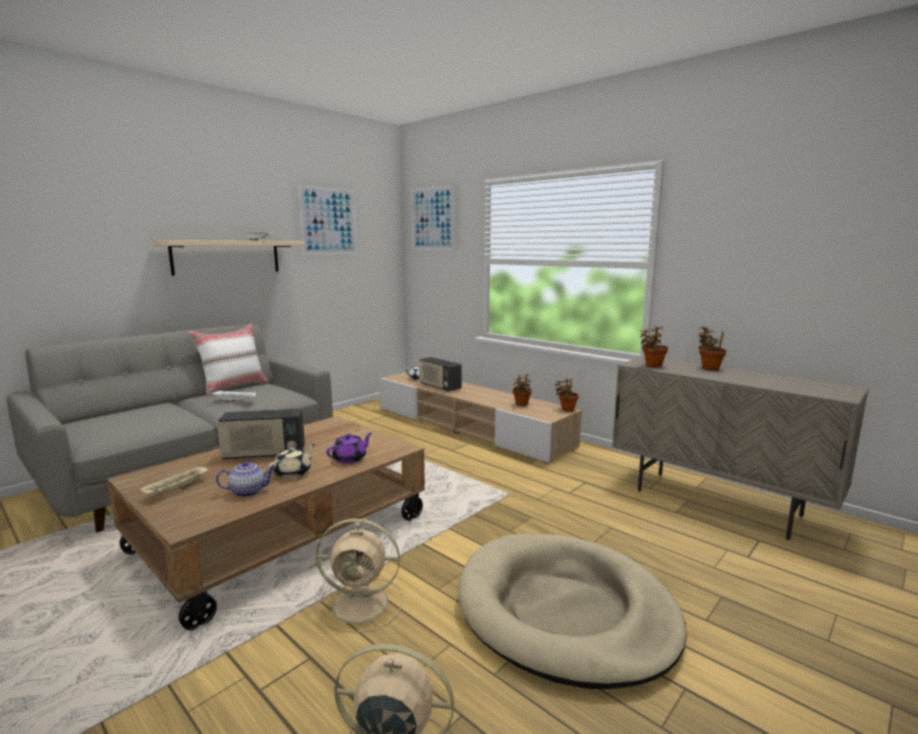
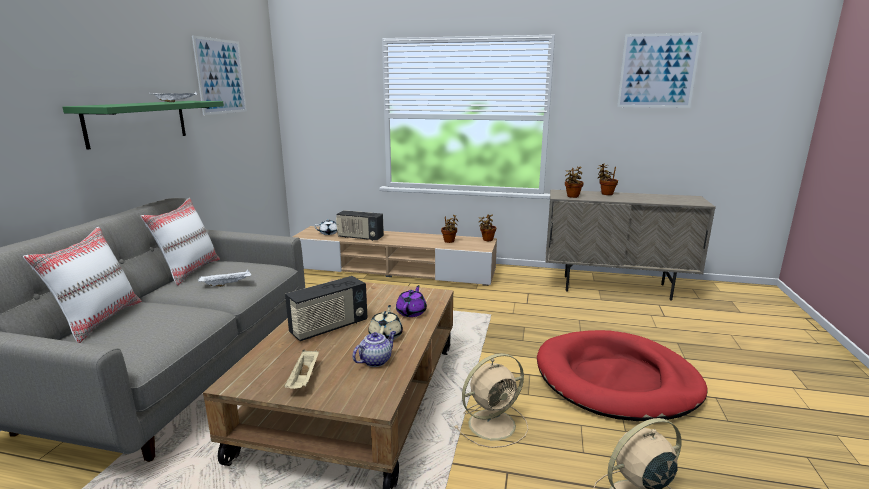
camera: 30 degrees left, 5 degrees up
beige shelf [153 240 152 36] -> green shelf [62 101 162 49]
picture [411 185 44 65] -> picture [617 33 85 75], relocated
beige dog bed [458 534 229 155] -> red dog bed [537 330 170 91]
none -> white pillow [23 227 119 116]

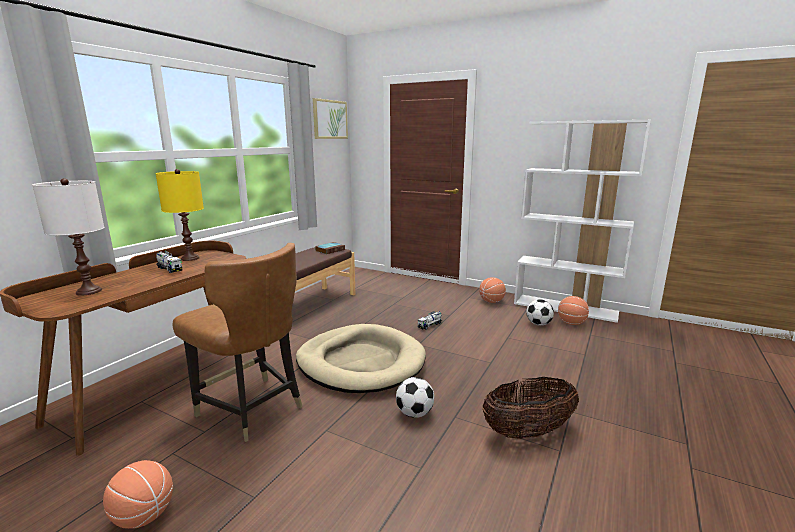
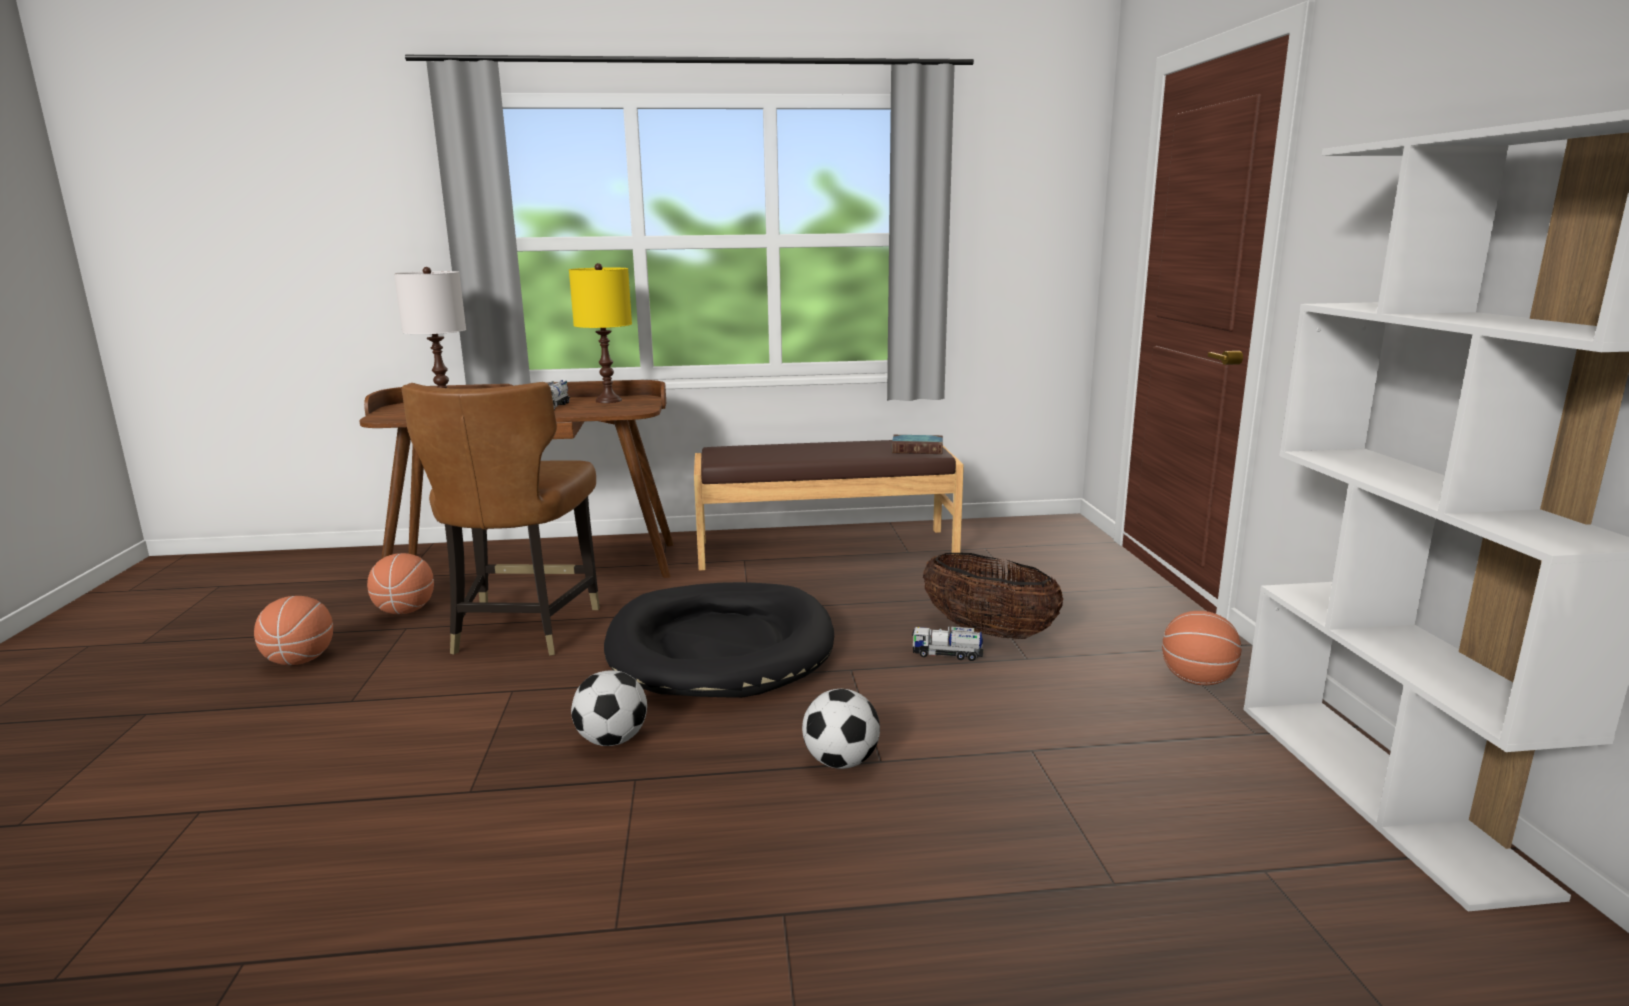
camera: 55 degrees right, 0 degrees up
beige dog bed [296 324 130 69] -> black dog bed [604 582 230 116]
picture [313 98 35 41] -> none
basket [482 377 97 62] -> basket [923 553 141 86], relocated
football [526 299 28 27] -> football [802 689 78 80], relocated
basketball [558 296 31 29] -> basketball [367 553 67 61], relocated

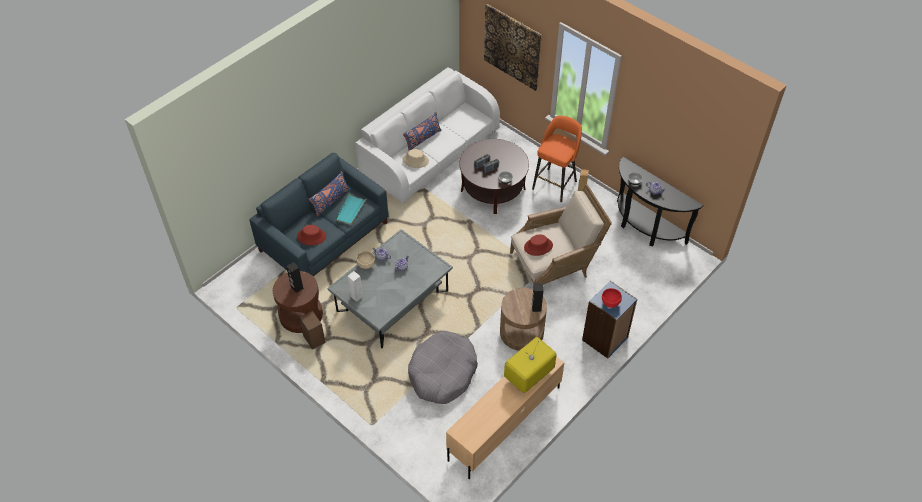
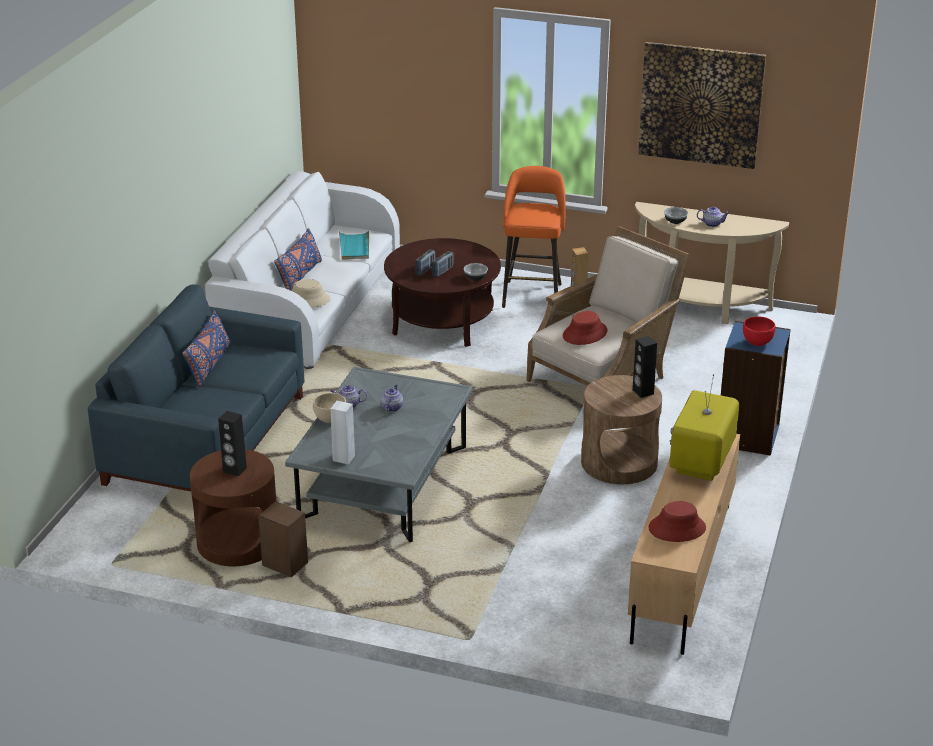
camera: 25 degrees left, 20 degrees down
red hat [297 225 29 20] -> red hat [648 501 58 41], relocated
turquoise tray [335 194 31 31] -> turquoise tray [339 231 30 29], relocated
grey dog bed [408 331 70 73] -> none
picture [484 4 58 87] -> picture [638 42 128 127], relocated
black console table [617 157 86 90] -> beige console table [635 202 154 122]

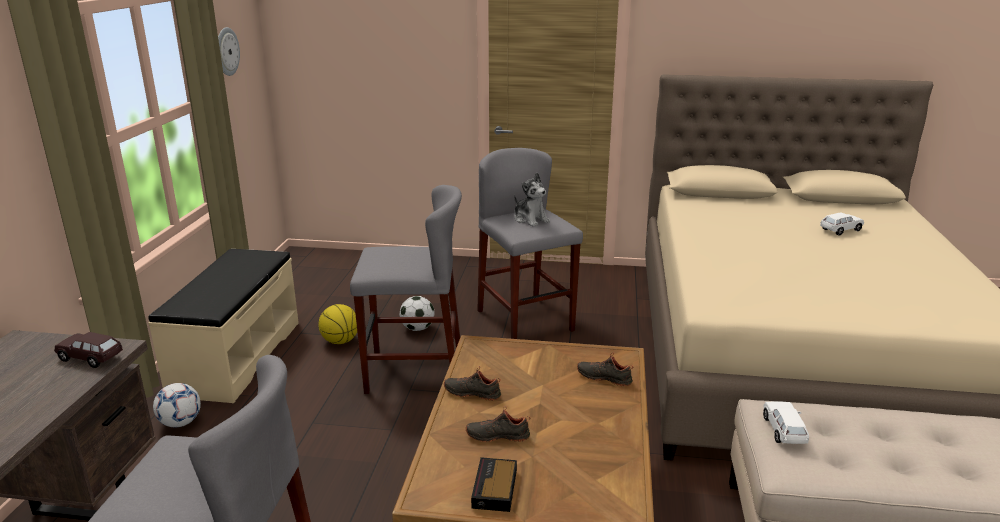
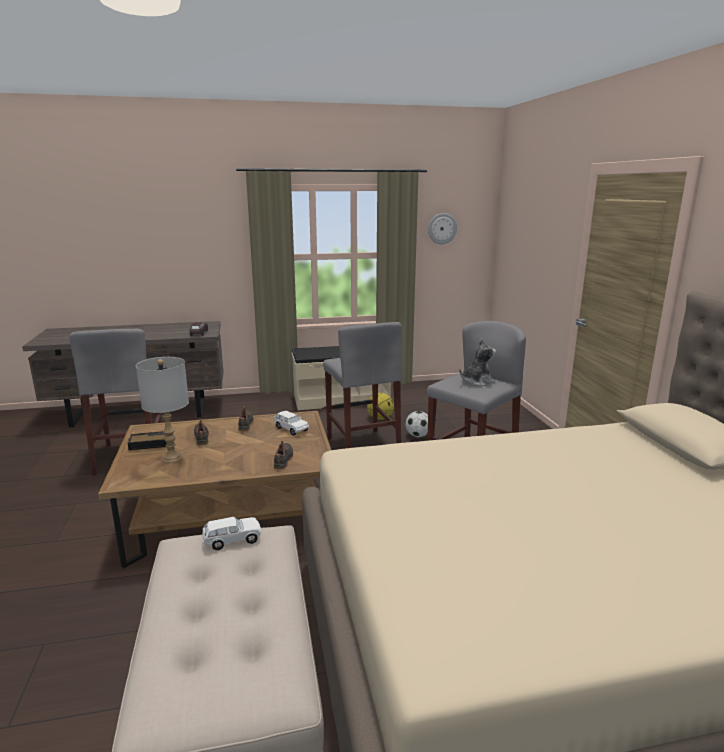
camera: 70 degrees right, 5 degrees down
football [153 383 48 44] -> none
plush toy [514 173 36 54] -> plush toy [459 339 37 47], 150 degrees counterclockwise
white toy car [820 212 44 24] -> white toy car [274 411 35 25], relocated
none -> grey table lamp [136 357 53 106]

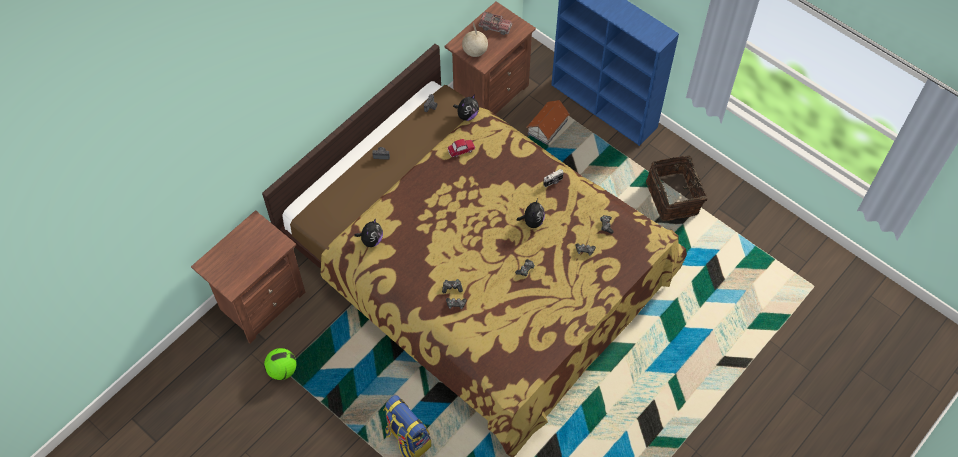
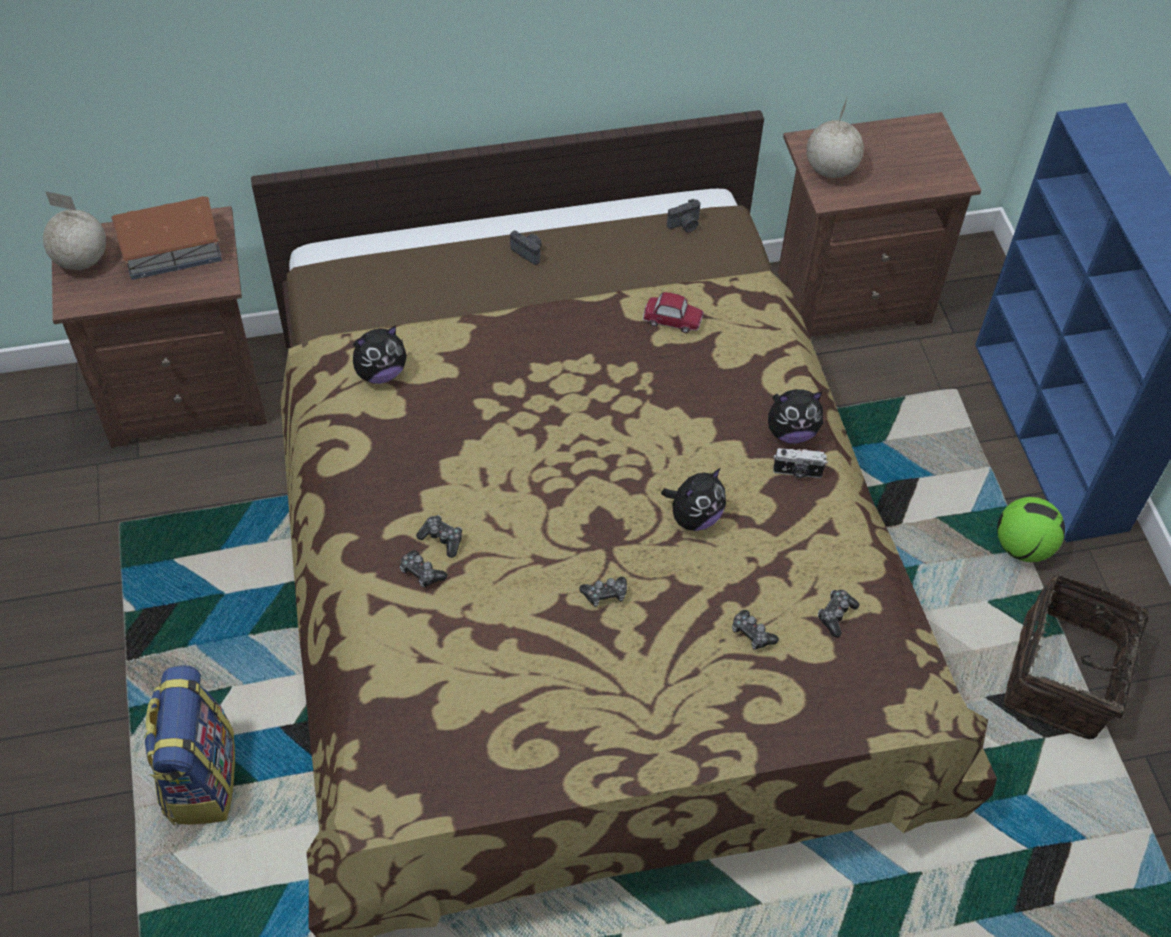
camera: 35 degrees right, 5 degrees down
football [264 348 33 32] -> football [997 497 68 65], relocated
plush toy [453 95 26 26] -> plush toy [768 389 56 55], relocated
toy truck [478 12 34 23] -> none
toy house [526 100 44 45] -> toy house [111 196 111 84], relocated
none -> globe [43 191 63 79]

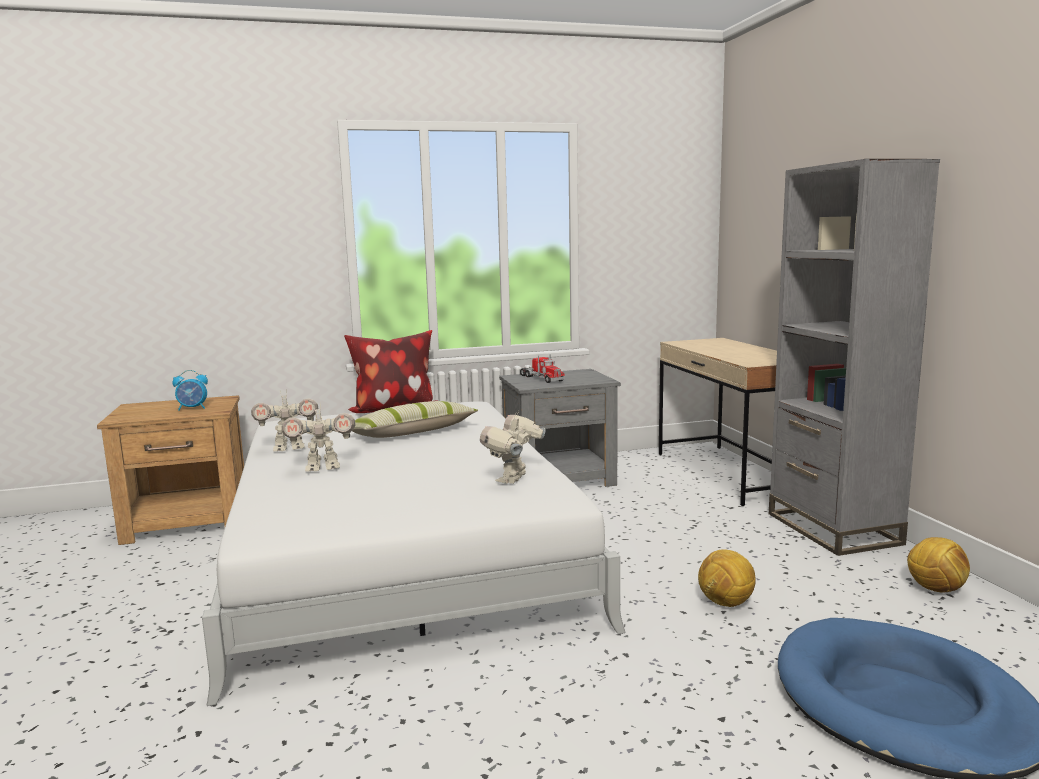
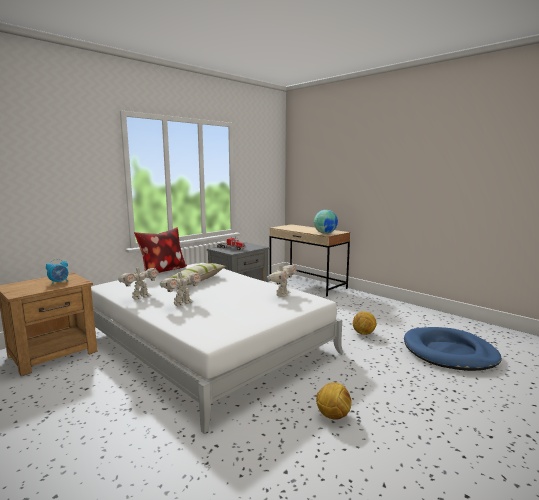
camera: 30 degrees left, 0 degrees up
toy robot [480 411 66 73] -> toy robot [266 262 30 35], 150 degrees counterclockwise
grey bookcase [769 159 171 397] -> none
football [907 537 63 55] -> football [316 382 36 38], relocated
none -> globe [314 210 24 24]

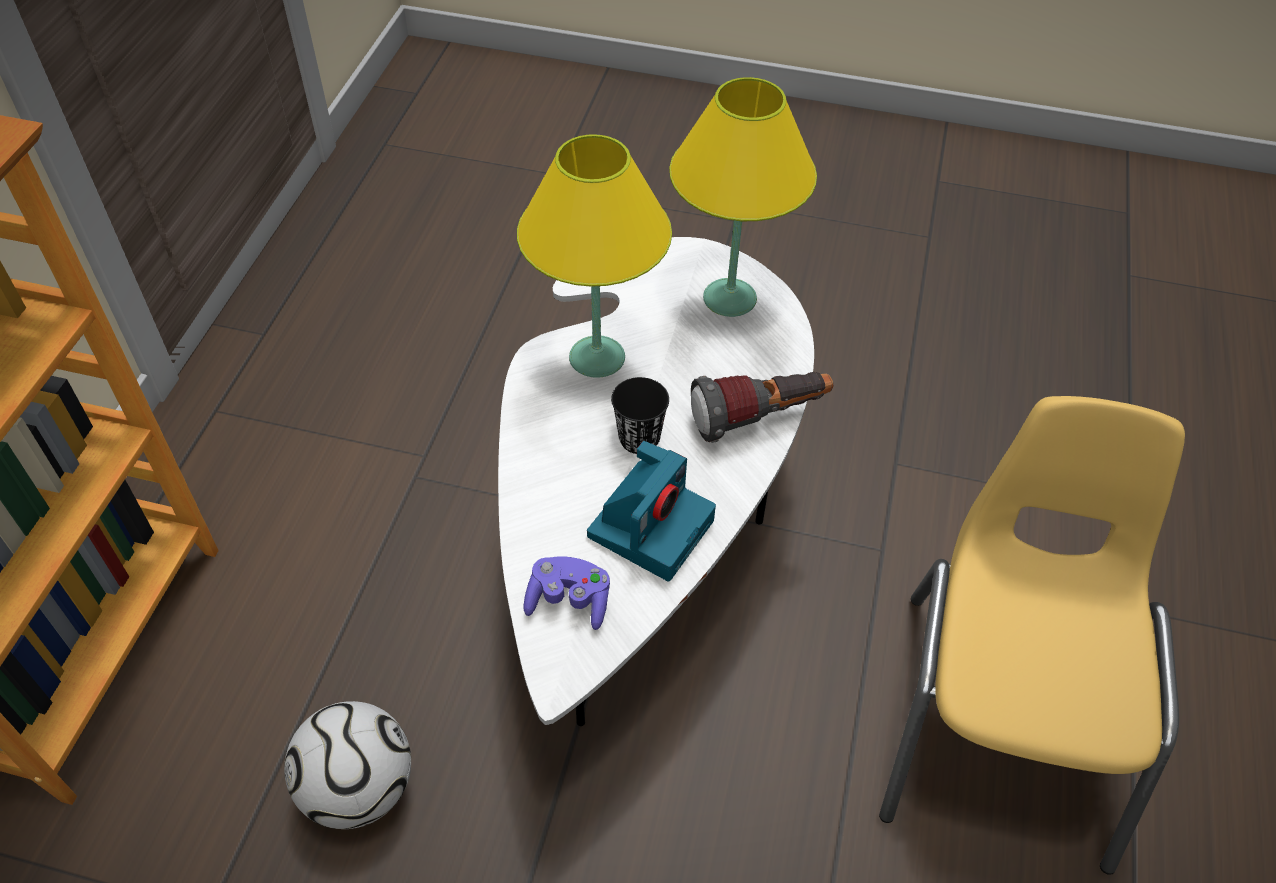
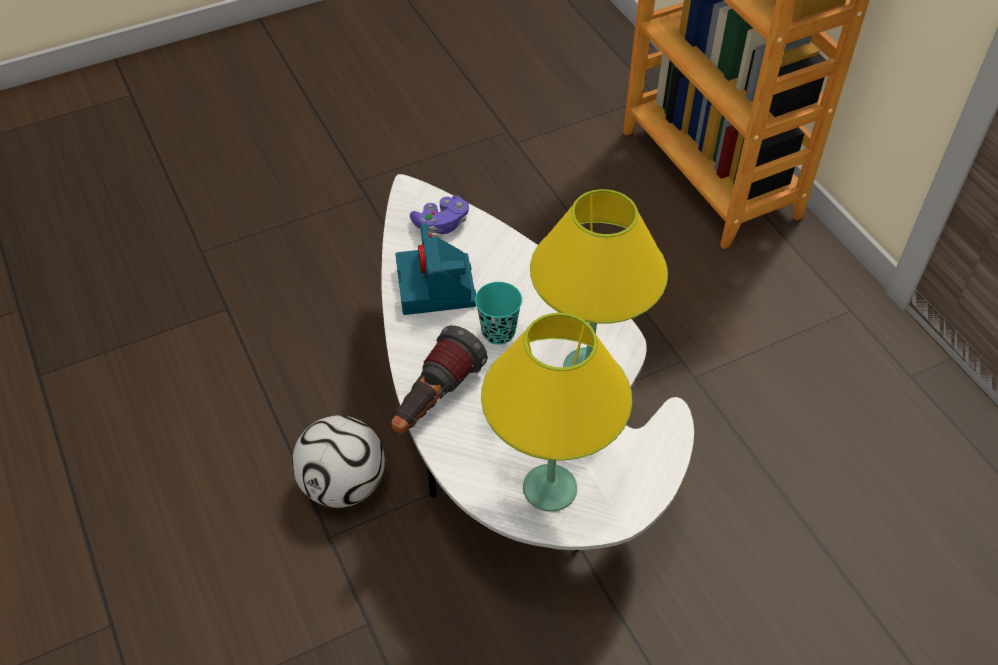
camera: 140 degrees right, 0 degrees up
football [284 701 127 128] -> football [292 415 93 93], relocated
black cup [611 377 58 77] -> turquoise cup [475 282 47 63]
yellow chair [879 396 306 479] -> none

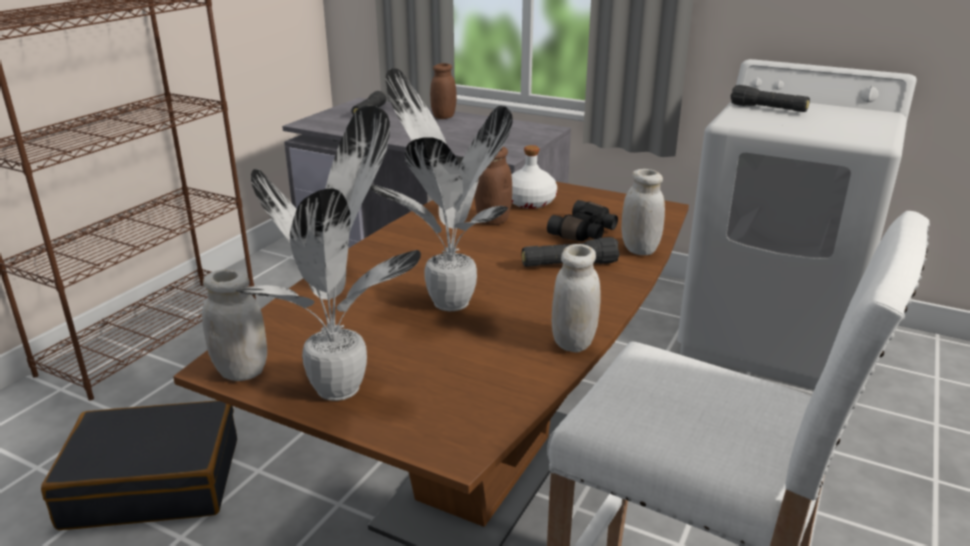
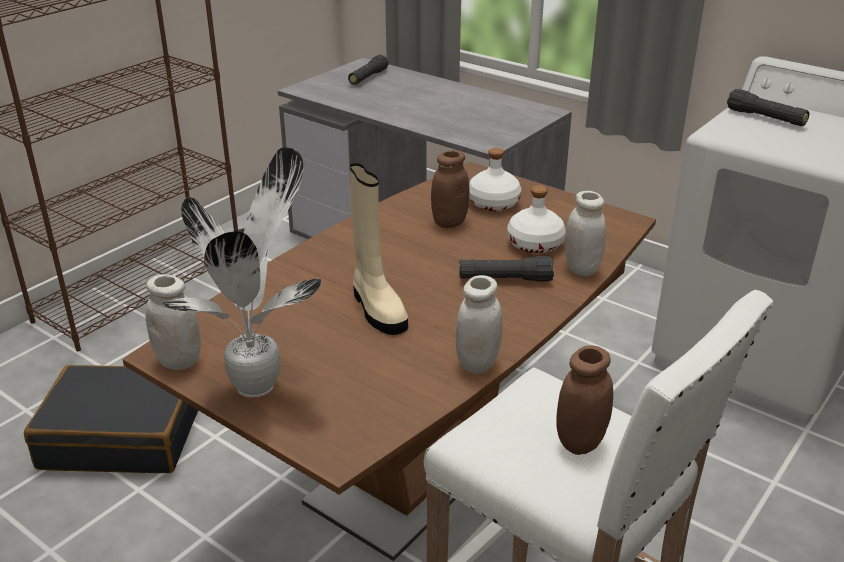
camera: 10 degrees right, 5 degrees up
potted plant [370 68 143 243] -> beige boot [350 163 58 172]
brown jar [430 63 27 56] -> brown jar [556 346 57 109], relocated
black binoculars [547 200 71 41] -> white bottle [507 185 59 69]

